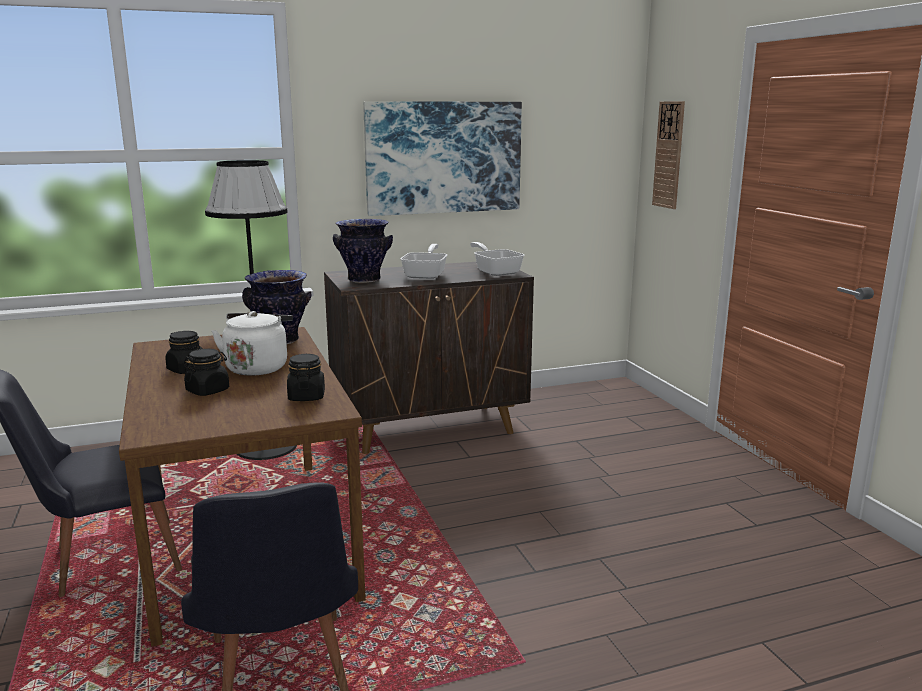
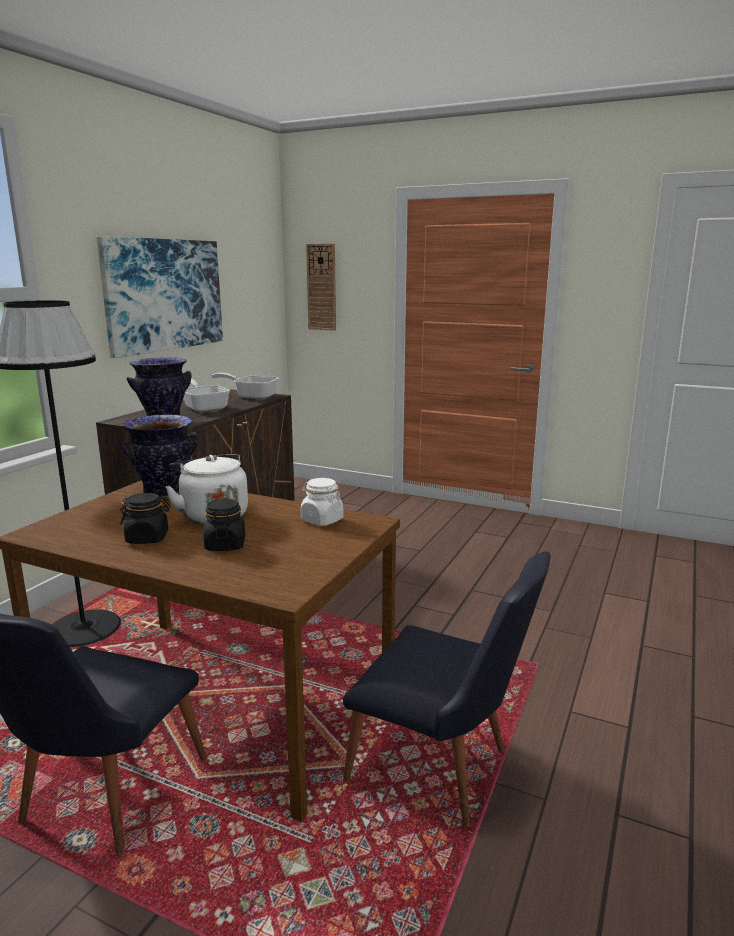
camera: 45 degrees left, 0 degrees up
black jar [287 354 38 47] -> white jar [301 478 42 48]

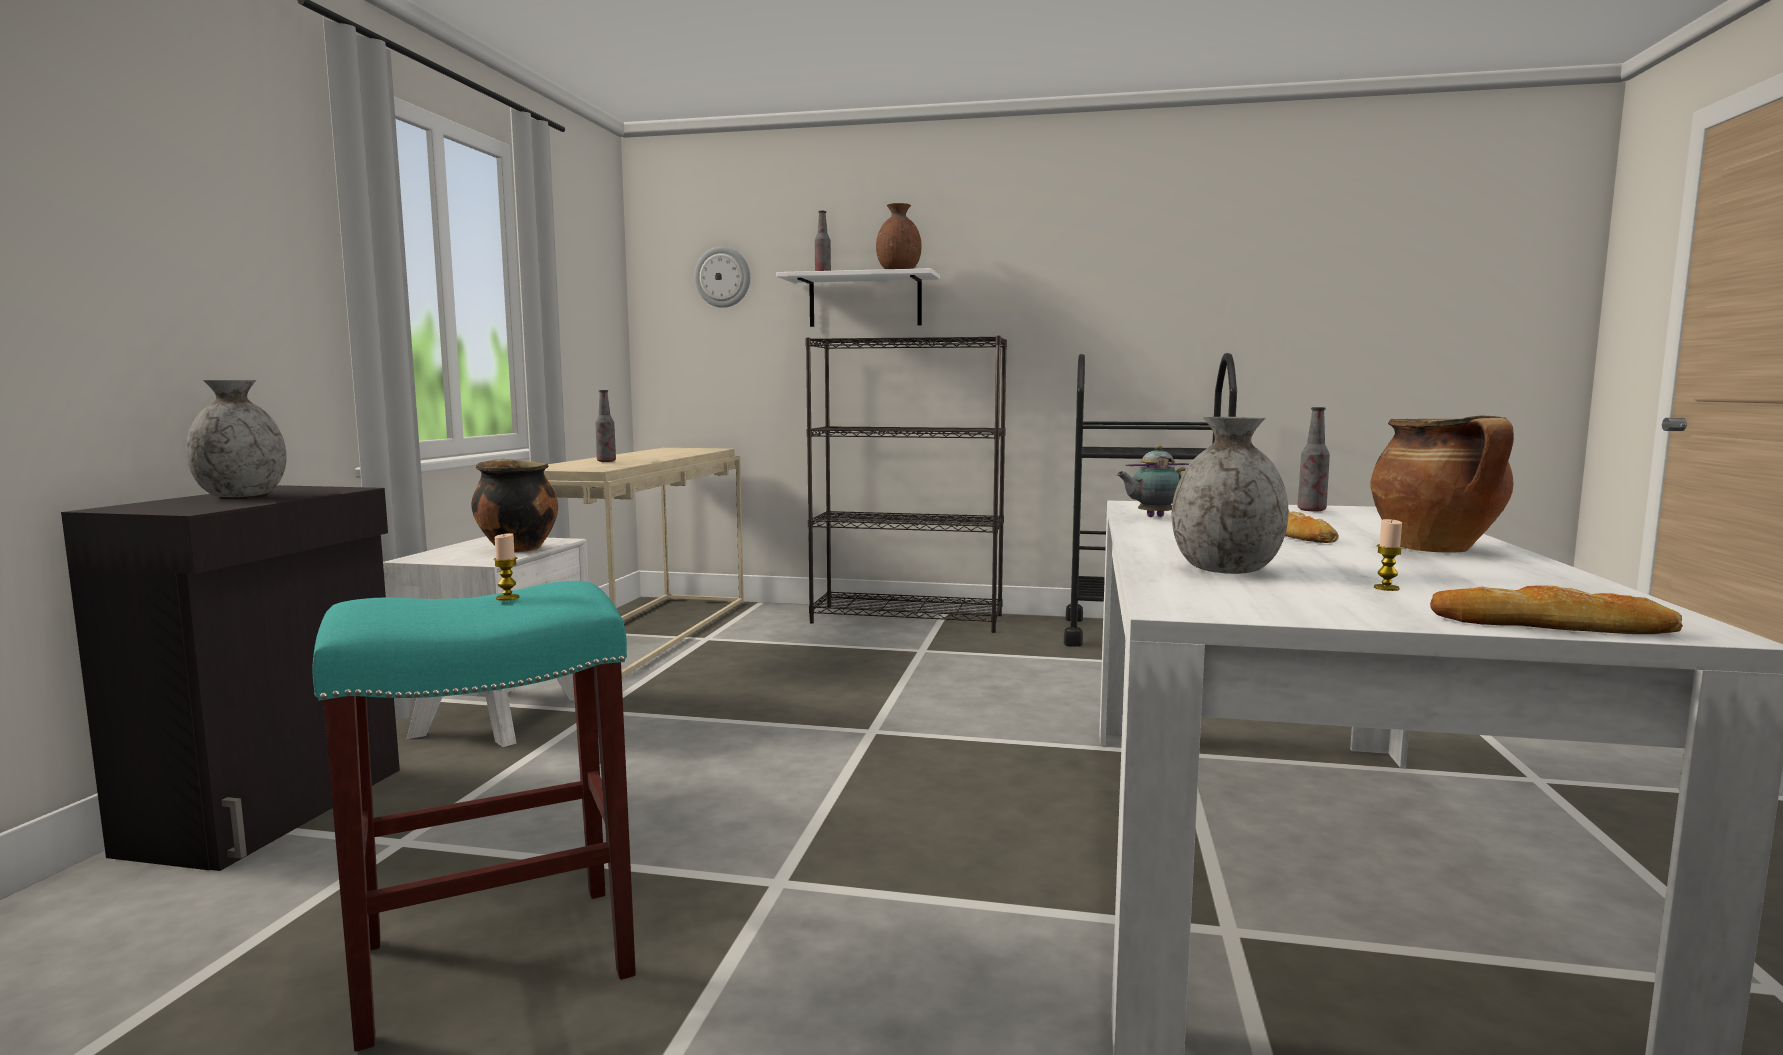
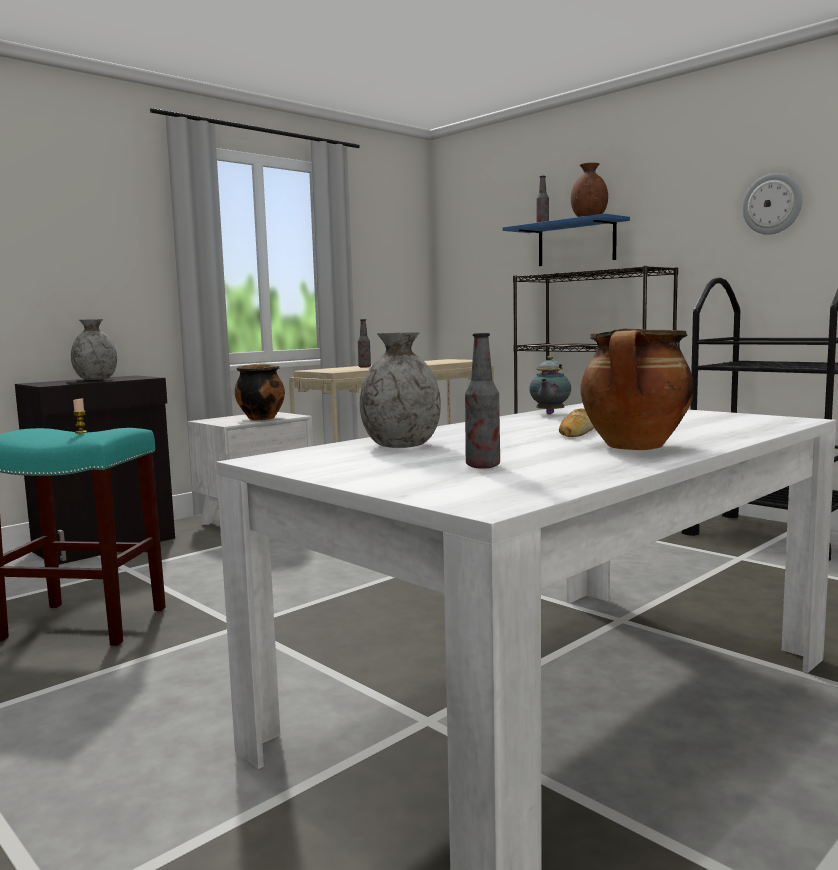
camera: 35 degrees right, 0 degrees up
wall clock [694 247 56 61] -> wall clock [742 173 61 62], relocated
white shelf [776 268 164 59] -> blue shelf [503 213 127 53]
teapot [1116 445 73 72] -> teapot [529 356 42 59], 90 degrees counterclockwise
bottle [1297 407 33 105] -> bottle [465 333 35 136], relocated
candle [1374 519 29 72] -> none
bread [1430 586 253 48] -> none

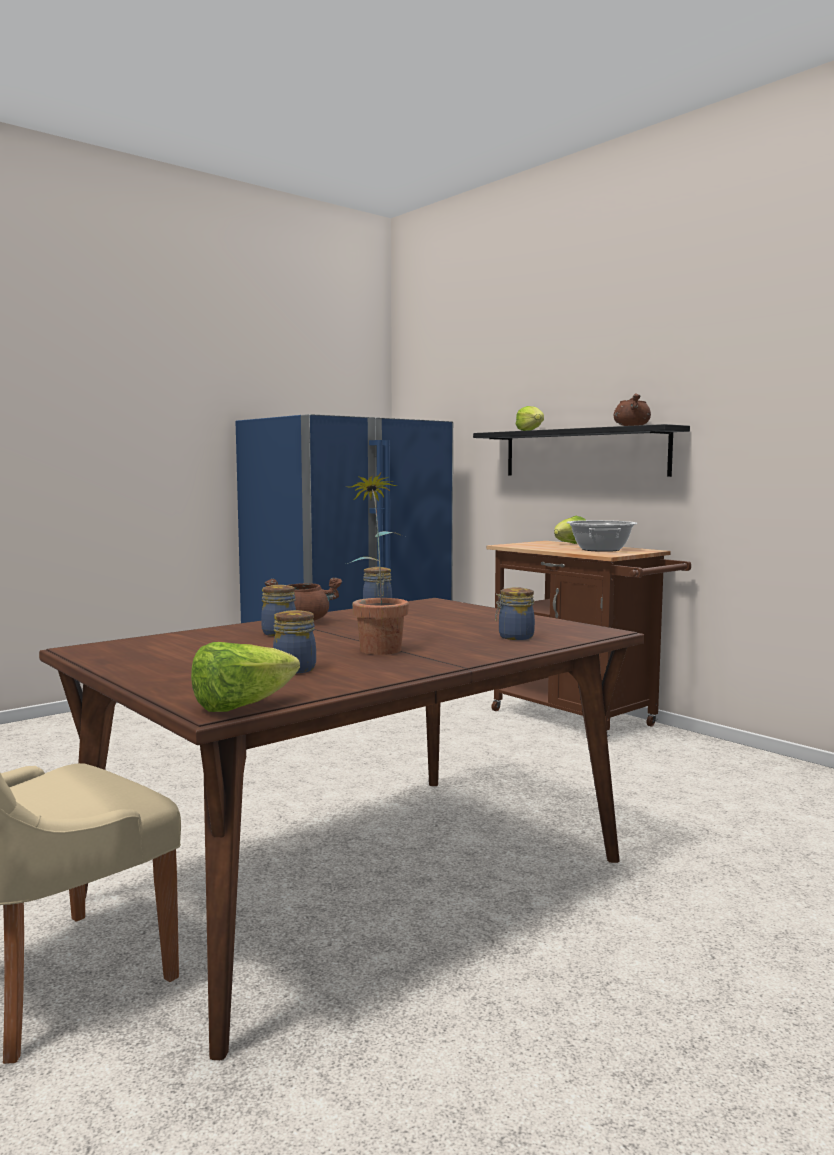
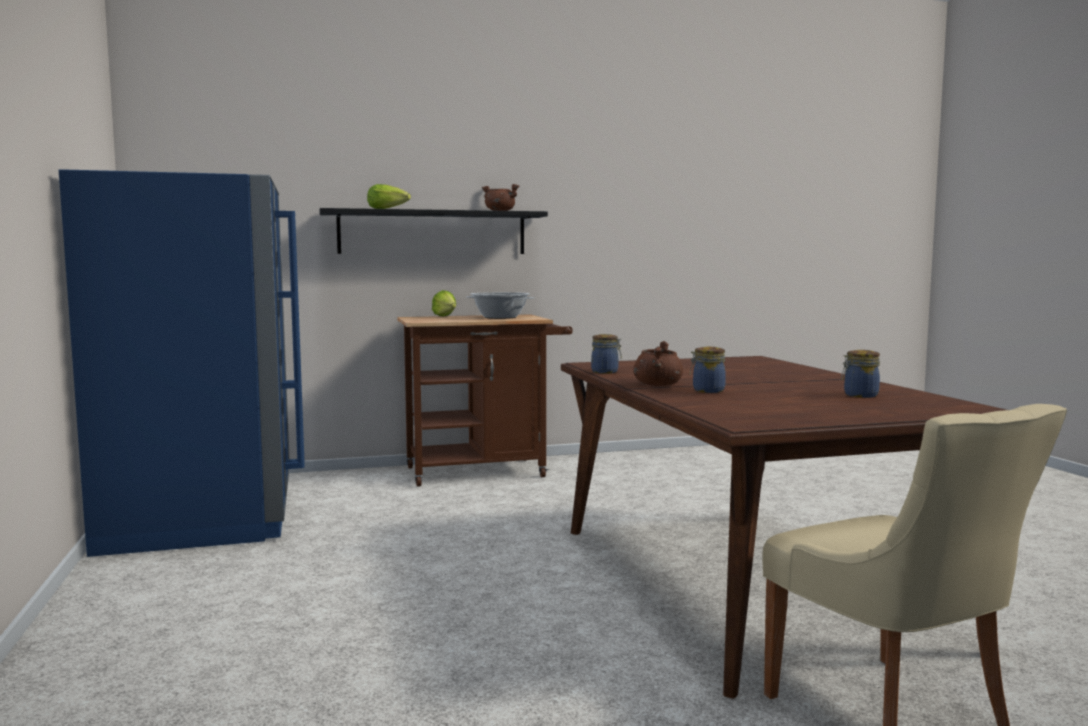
camera: 65 degrees left, 0 degrees up
lettuce [191 642 109 70] -> none
potted plant [345 472 64 183] -> none
jar [495 587 40 53] -> none

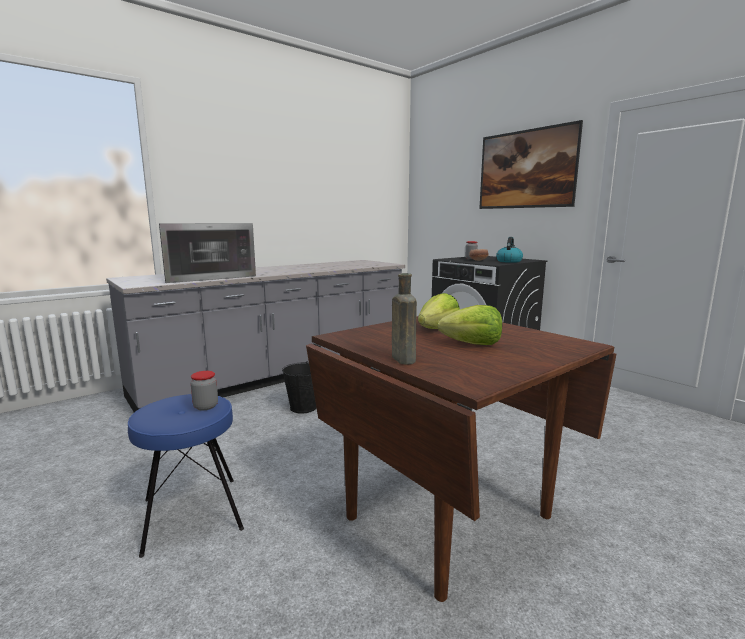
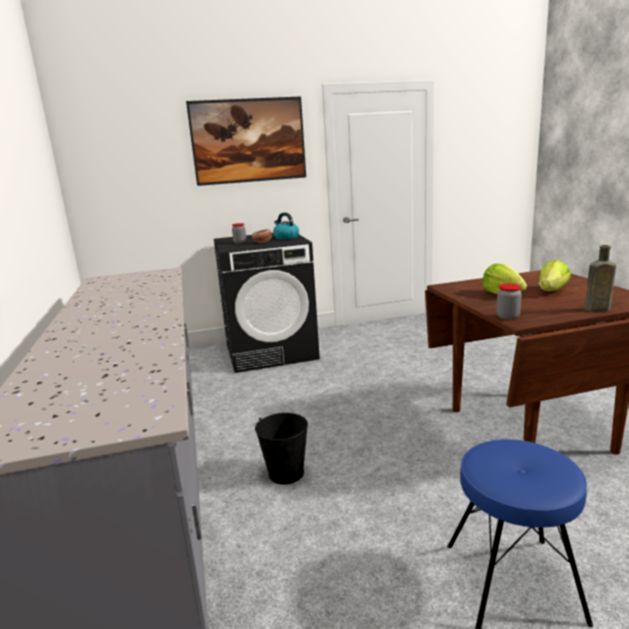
camera: 65 degrees left, 5 degrees up
microwave [159 223 97 60] -> none
jar [191 371 27 39] -> jar [497 284 25 36], relocated

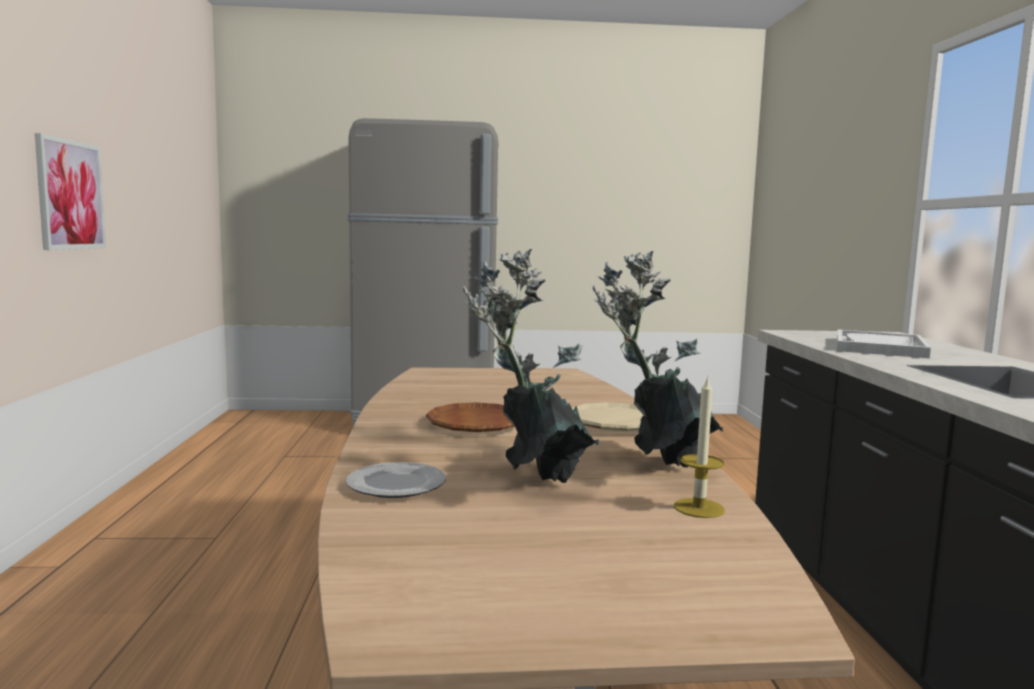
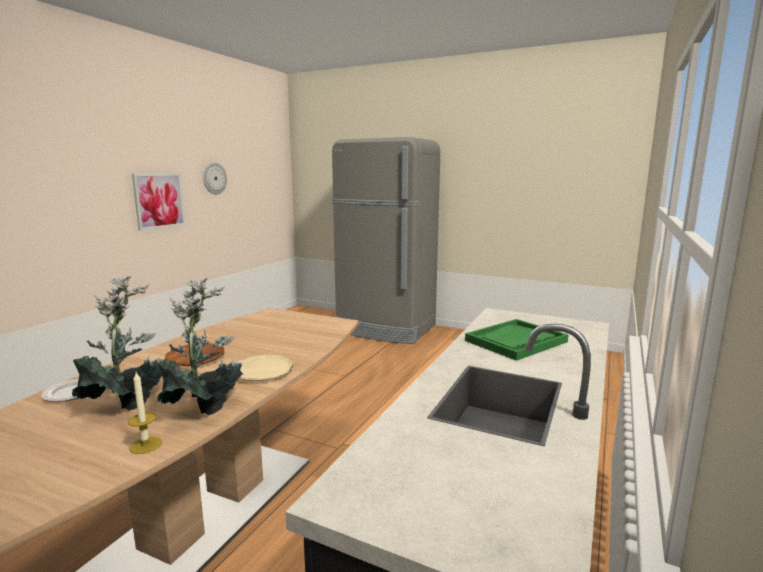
camera: 30 degrees right, 5 degrees up
white tray [837 329 94 29] -> green tray [465 319 104 42]
none -> wall clock [203 162 24 32]

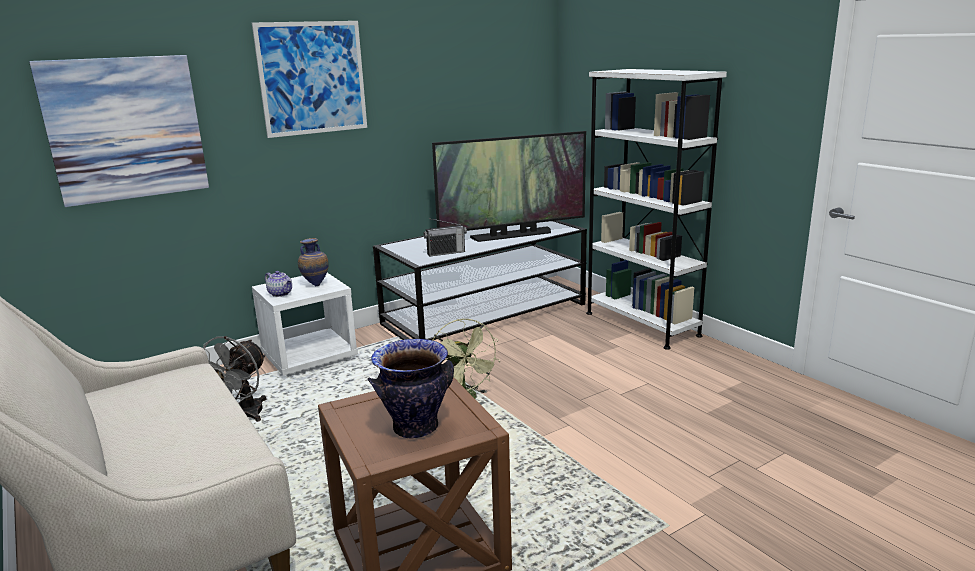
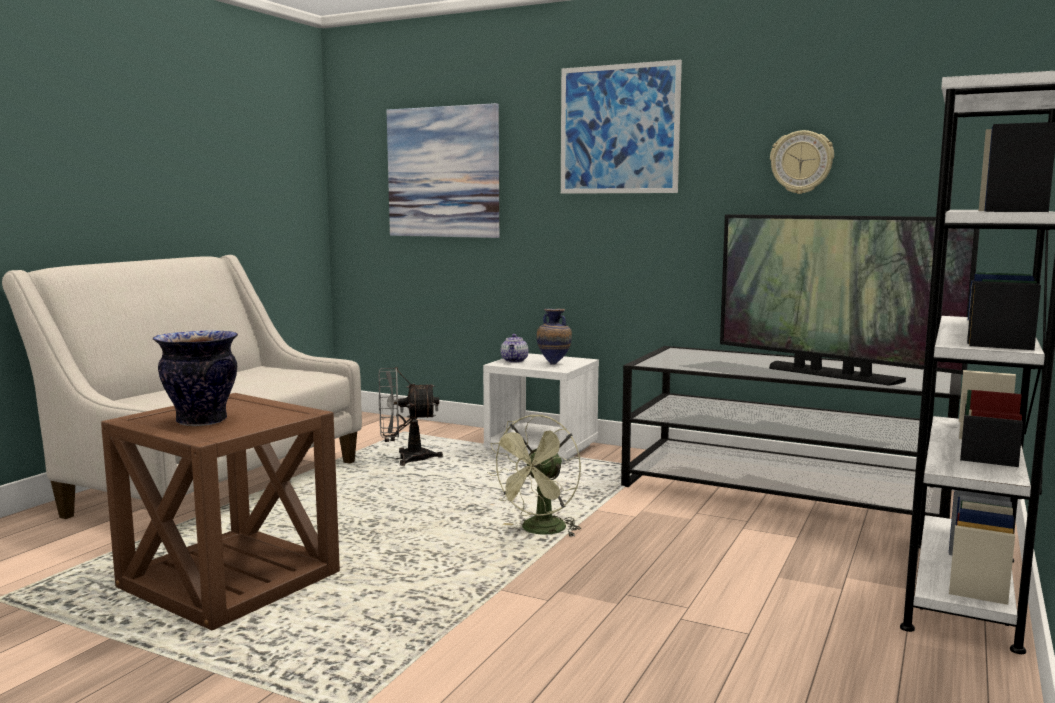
camera: 60 degrees right, 10 degrees down
radio [423 218 44 39] -> none
none -> wall clock [770 130 64 64]

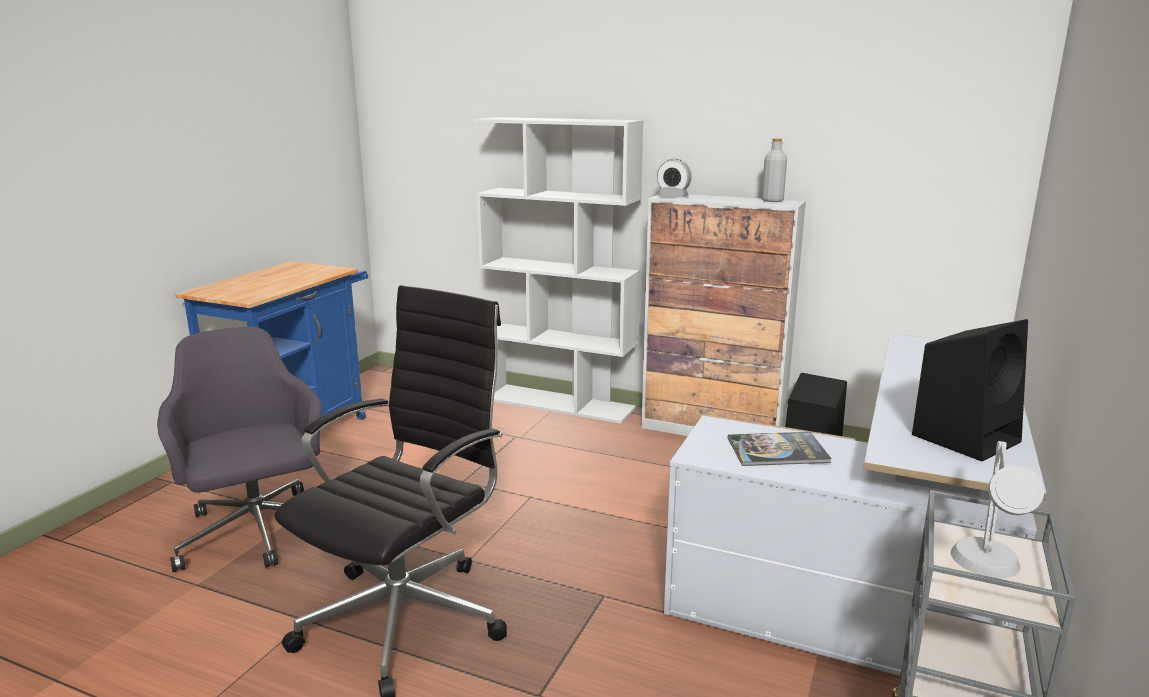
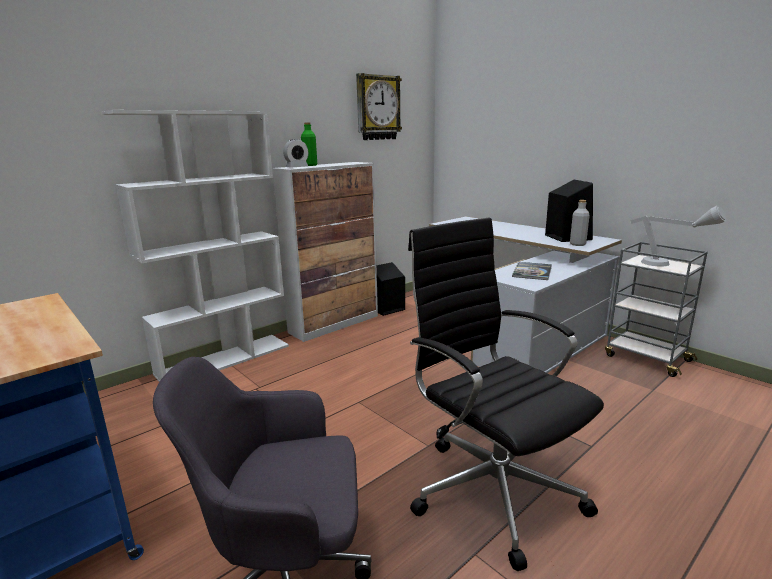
camera: 65 degrees left, 0 degrees up
grey bottle [762 138 25 64] -> grey bottle [570 200 20 46], relocated
none -> green bottle [301 123 16 43]
none -> wall clock [356 73 46 67]

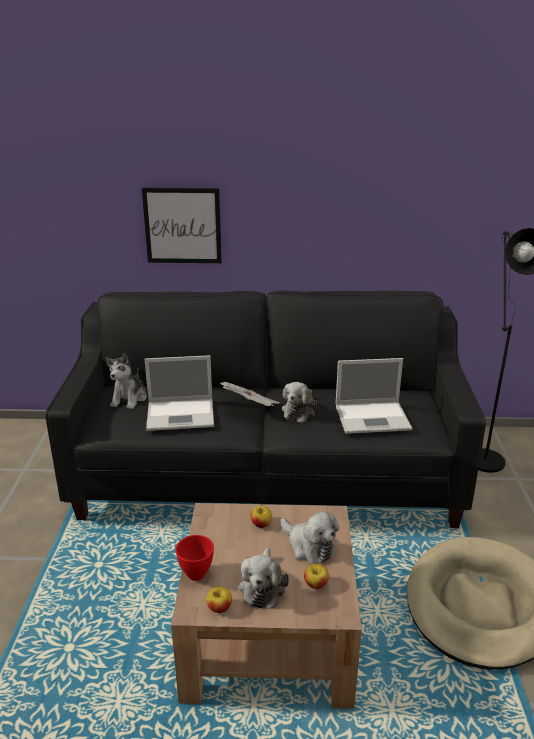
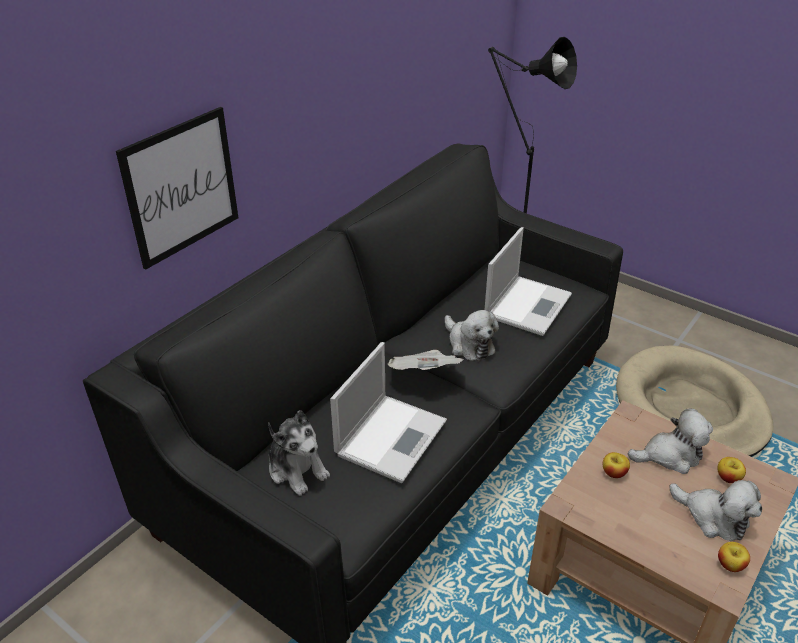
camera: 55 degrees left, 10 degrees up
red bowl [175 535 39 46] -> none

